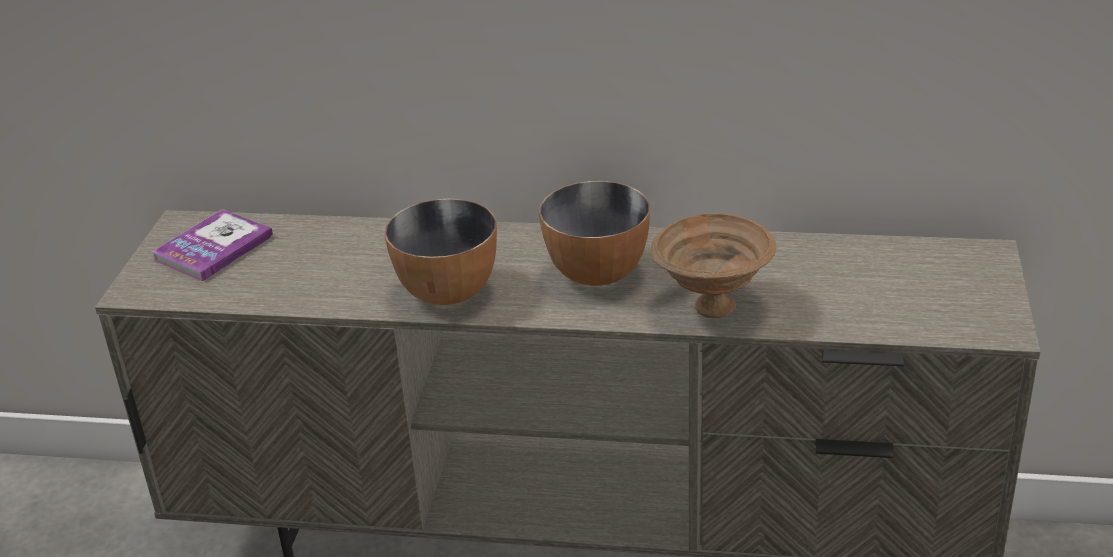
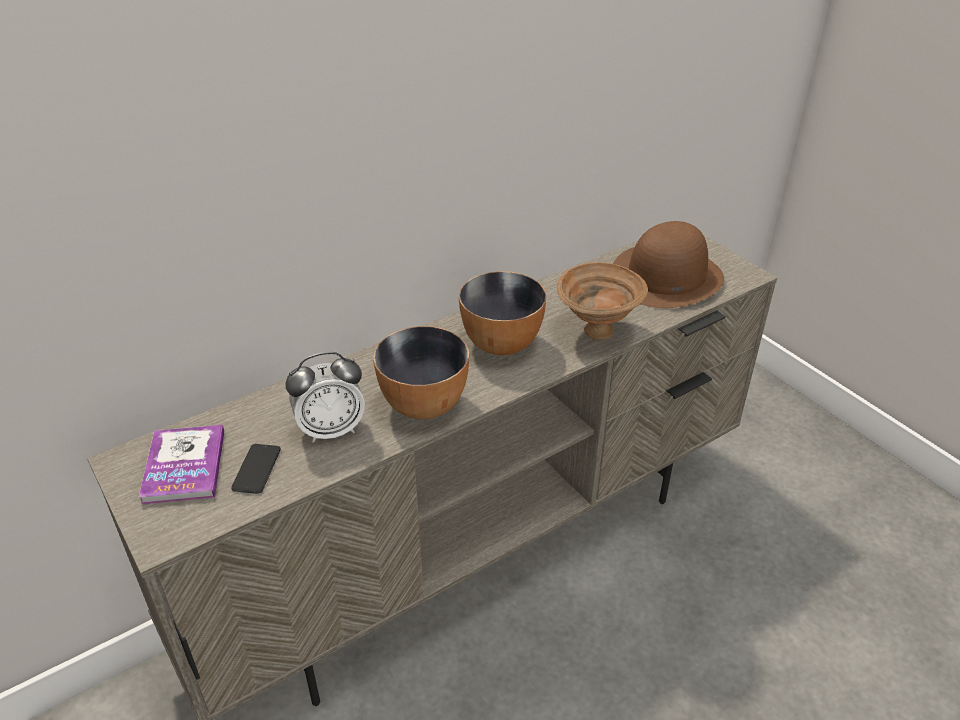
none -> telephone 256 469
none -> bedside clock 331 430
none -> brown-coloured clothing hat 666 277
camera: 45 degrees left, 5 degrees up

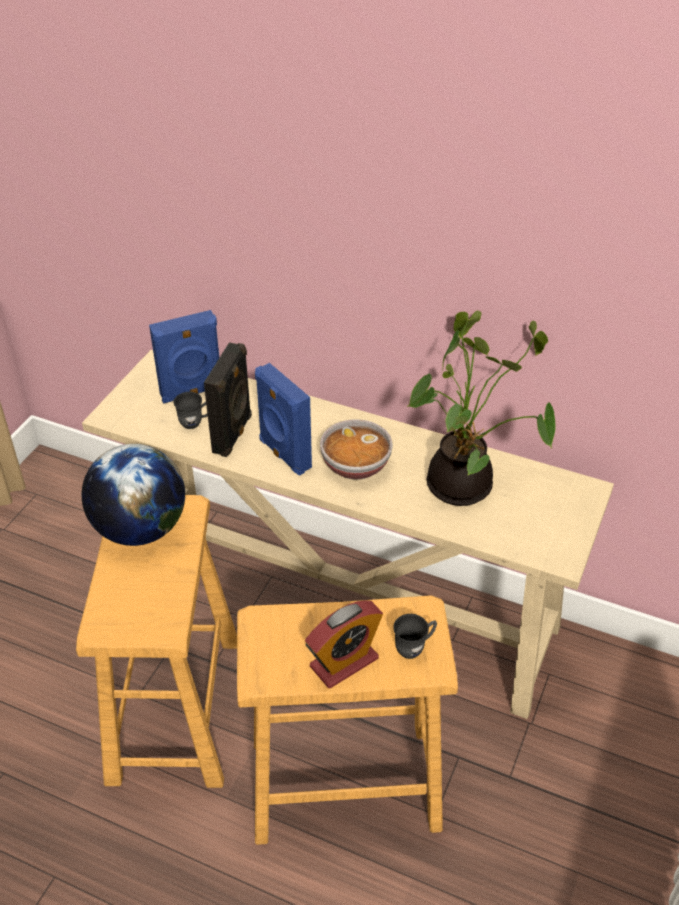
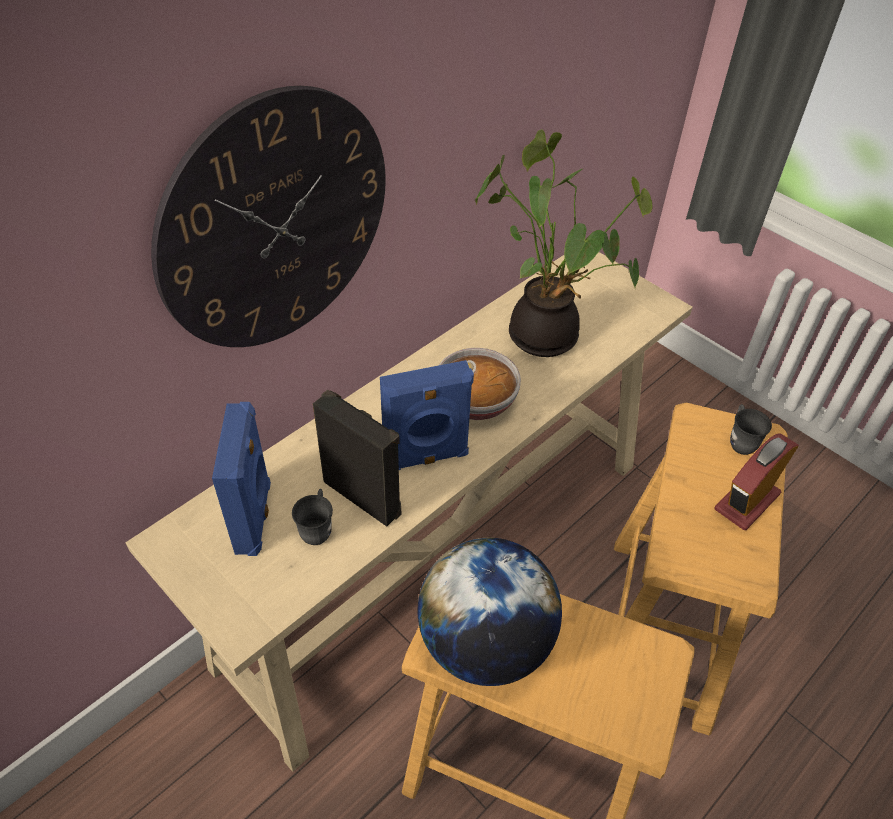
none -> clock on the wall 276 223
bedside clock 344 662 -> bedside clock 747 501, 120 degrees counterclockwise
camera: 70 degrees left, 5 degrees up

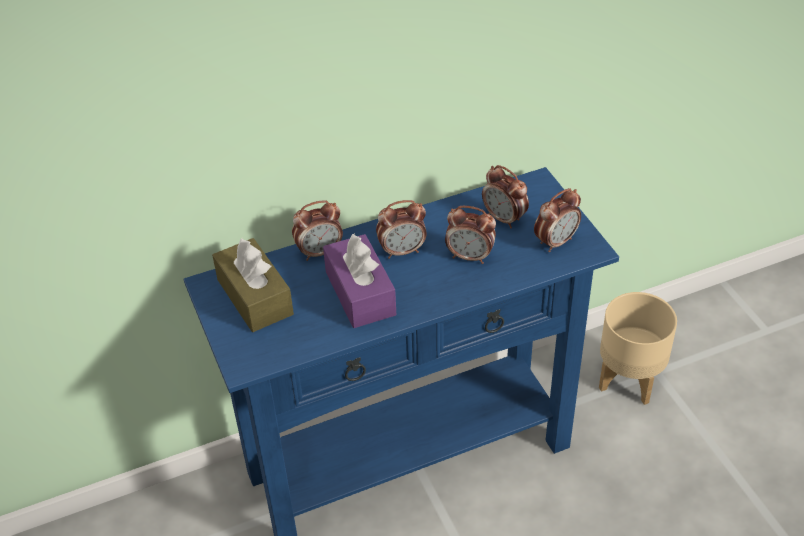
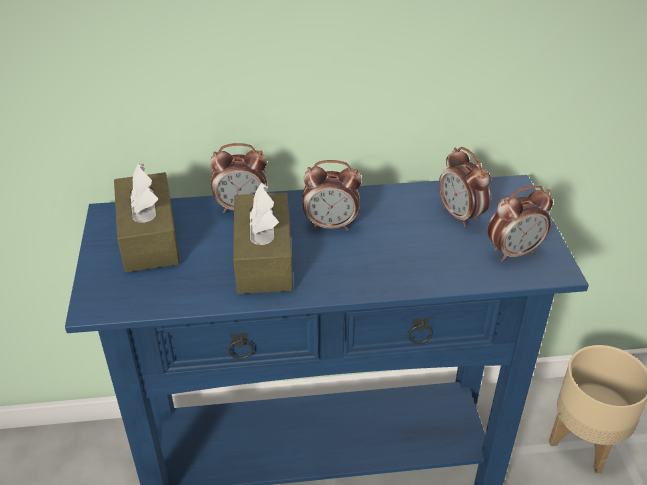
purple-coloured tissue box 360 293 -> brown-coloured tissue box 264 258
bedside clock 470 256 -> none
camera: 15 degrees right, 5 degrees down

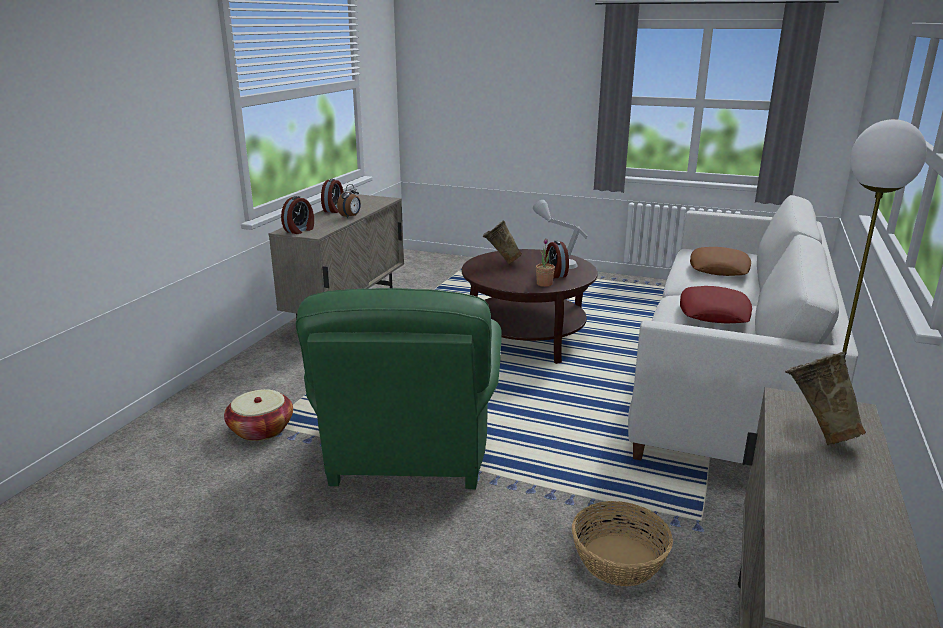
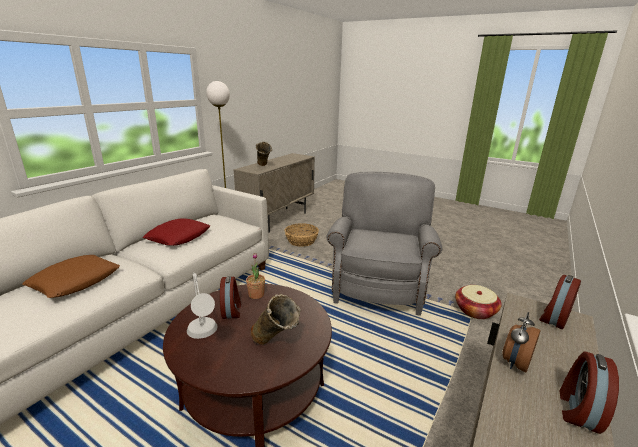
greenish easy chair 408 453 -> greyish easy chair 378 285
camera: 170 degrees left, 0 degrees up

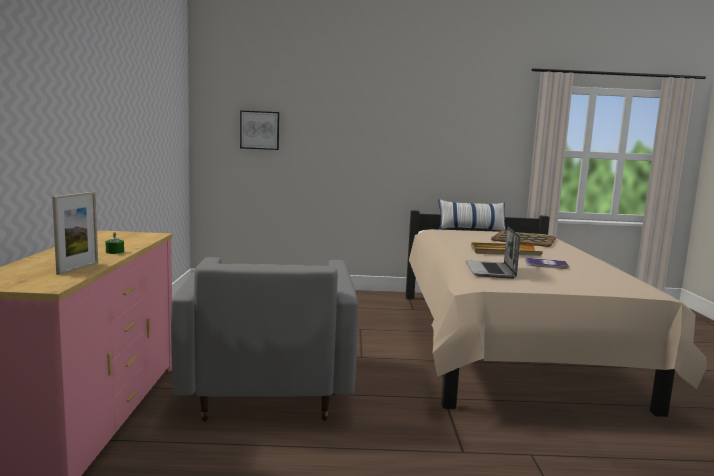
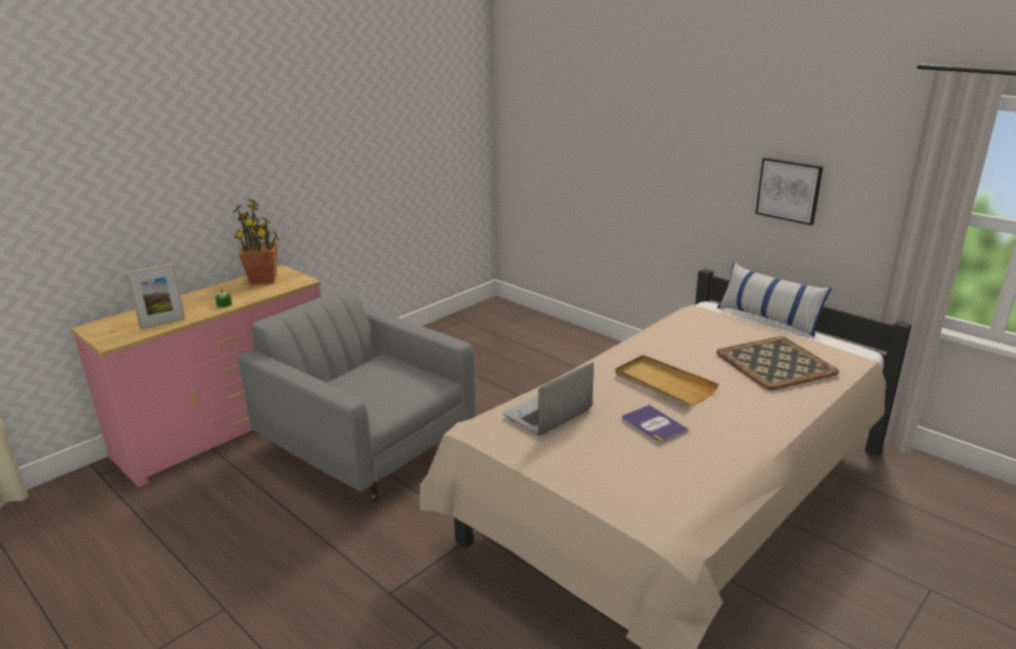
none -> plant in a pot 264 279
greyish easy chair 269 386 -> greyish easy chair 367 448, 90 degrees clockwise
picture 259 130 -> picture 789 190, moved
camera: 45 degrees right, 15 degrees up

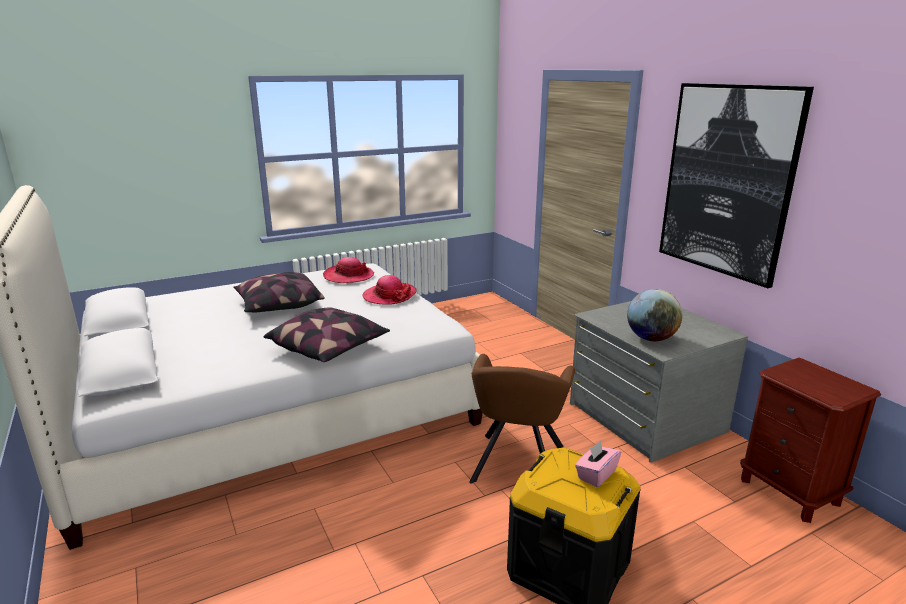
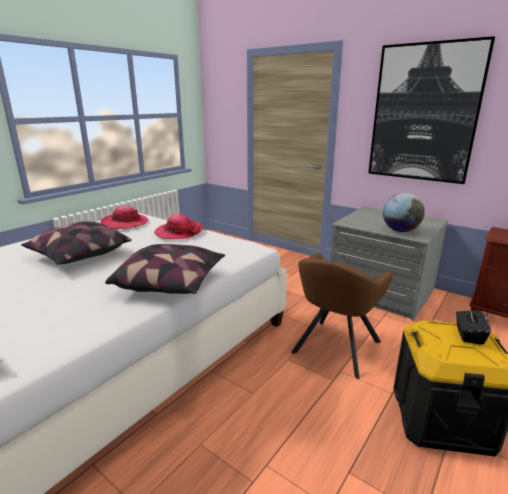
brown-coloured easy chair 517 466 -> brown-coloured easy chair 335 349, 45 degrees clockwise
pink tissue box 596 475 -> black-coloured tissue box 468 335
camera: 25 degrees left, 0 degrees up

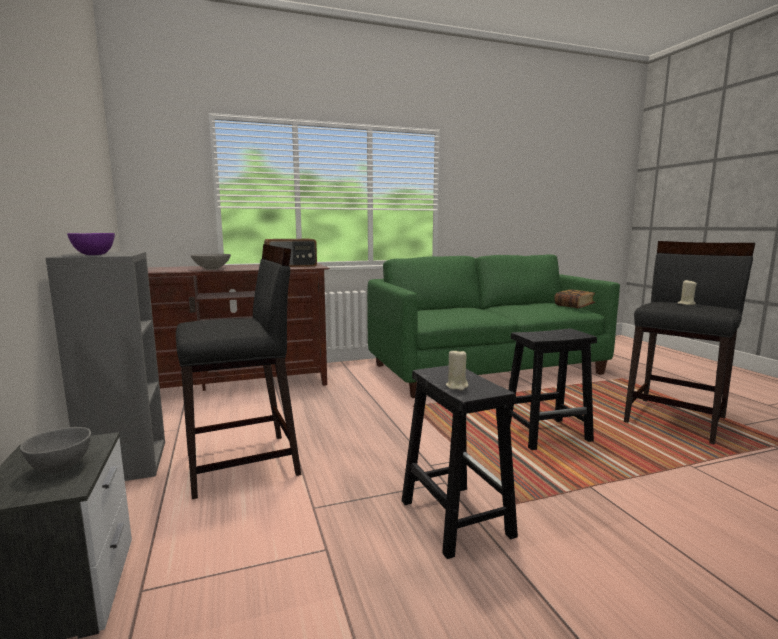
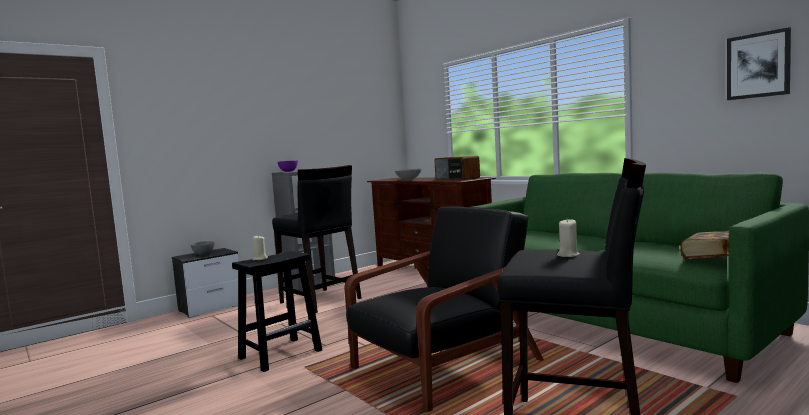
black-coloured sitting stool 547 434 -> black-coloured easy chair 443 366
none -> picture 758 65
camera: 70 degrees right, 5 degrees down

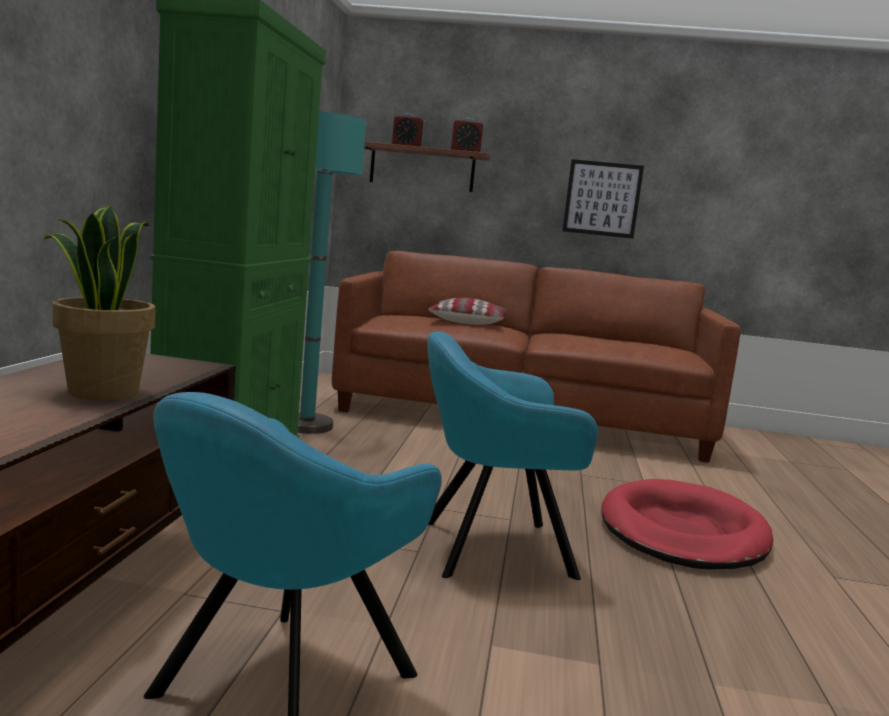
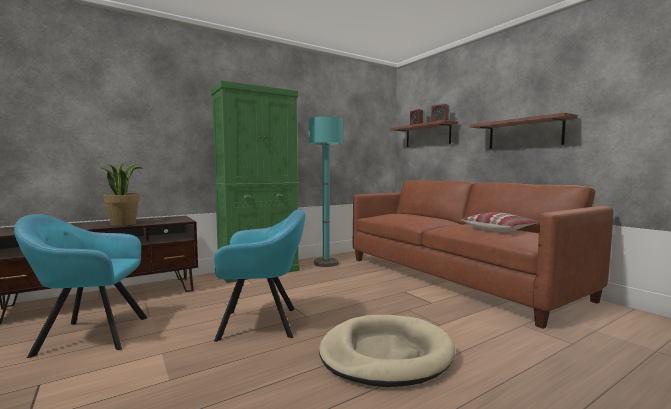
turquoise easy chair 489 548 -> turquoise easy chair 262 323, 135 degrees clockwise
reddish dog bed 682 532 -> sand-coloured dog bed 385 354
cushion 468 321 -> cushion 499 229, moved
picture 602 199 -> bracket shelf 524 134
camera: 50 degrees right, 5 degrees down

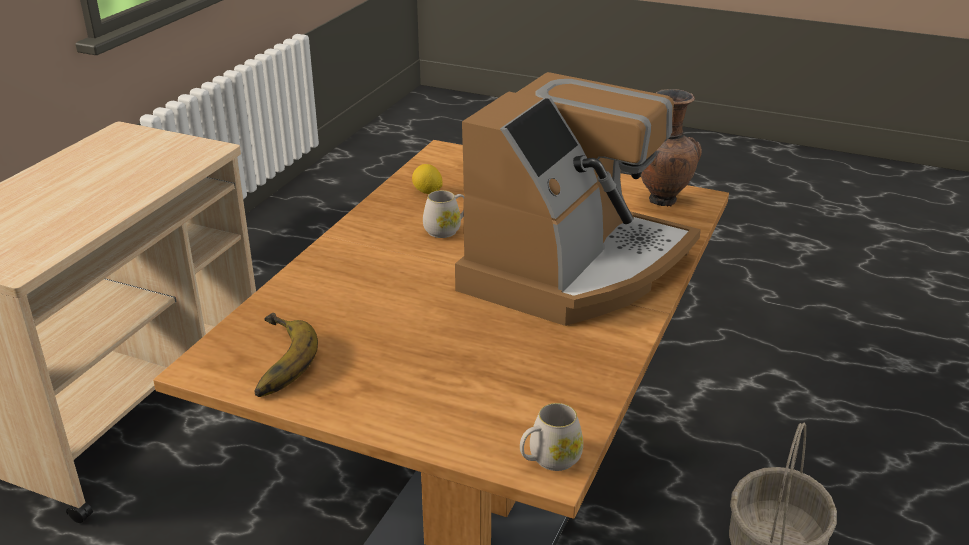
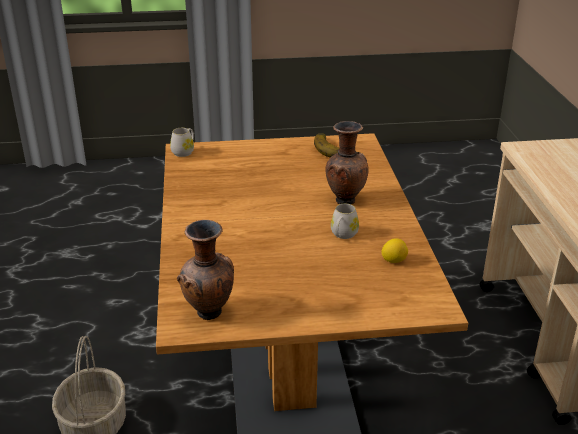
none -> brown-coloured decorative vase 344 200
coffee brewer 575 268 -> none
camera: 150 degrees right, 0 degrees up

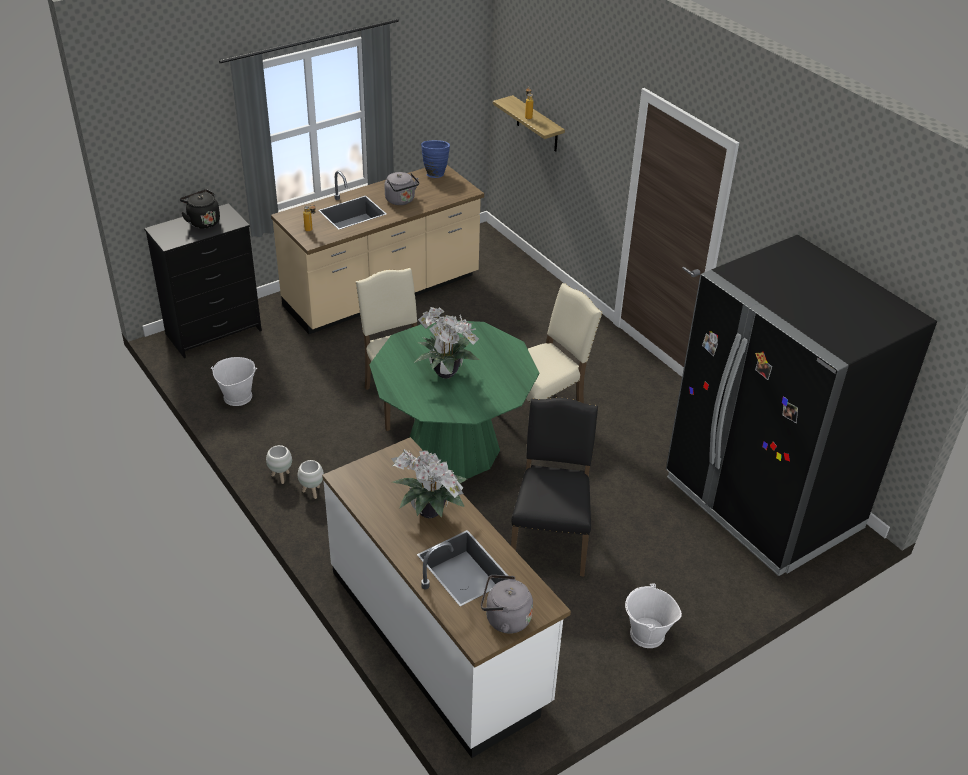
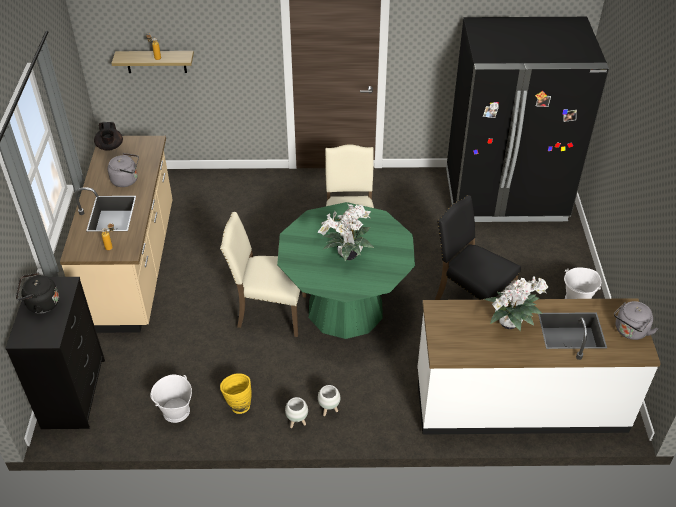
blue decorative vase 435 174 -> black-coloured teapot 110 147
none -> yellow decorative vase 238 405
camera: 55 degrees left, 5 degrees up

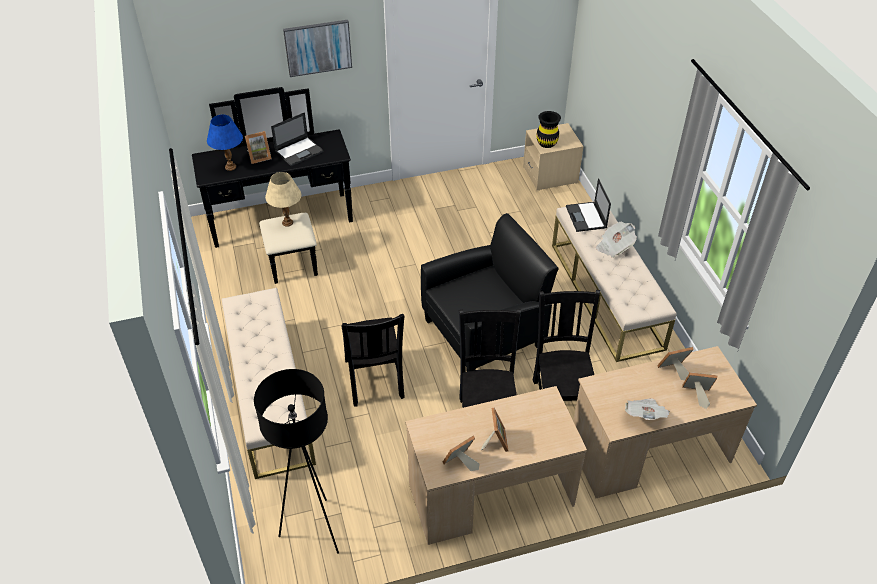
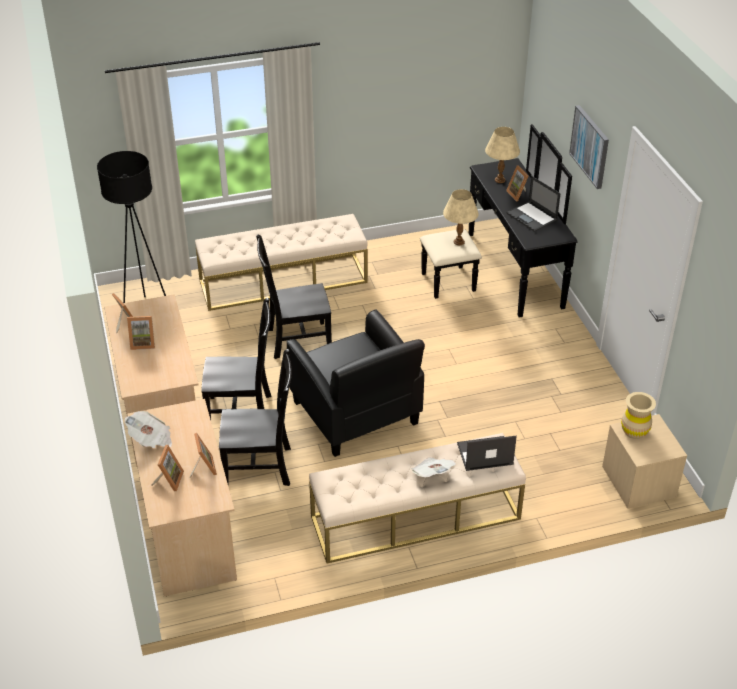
blue lamp for a table 230 167 -> sand-coloured lamp for a table 499 180
black-coloured decorative vase 546 143 -> sand-coloured decorative vase 634 431
camera: 90 degrees right, 5 degrees down

